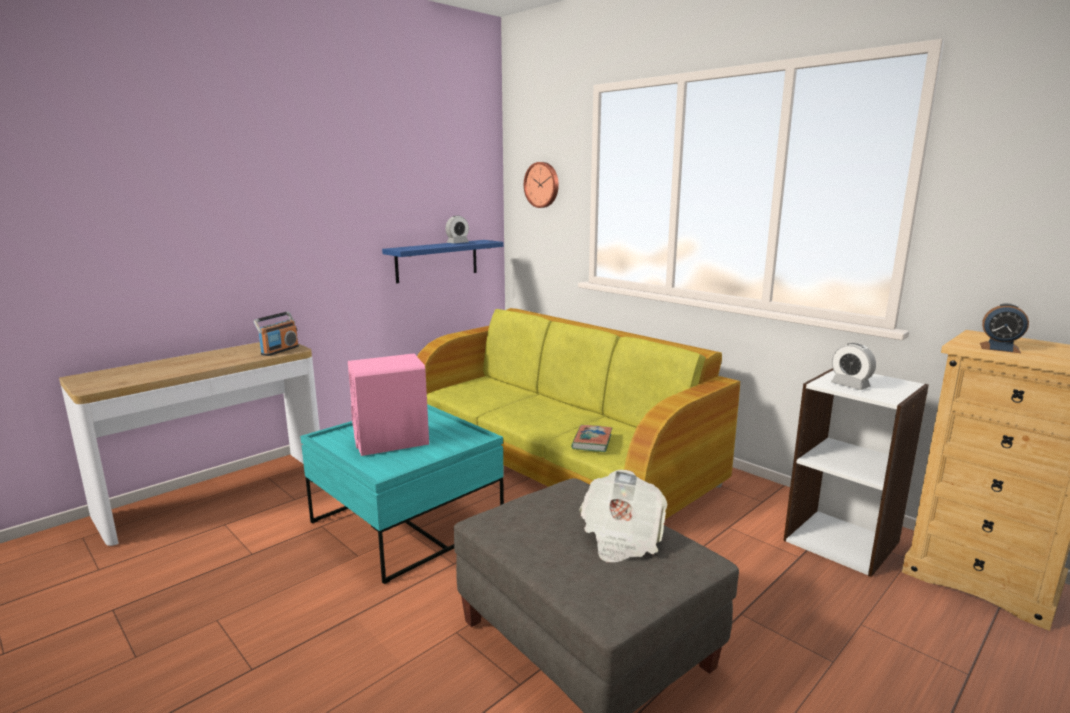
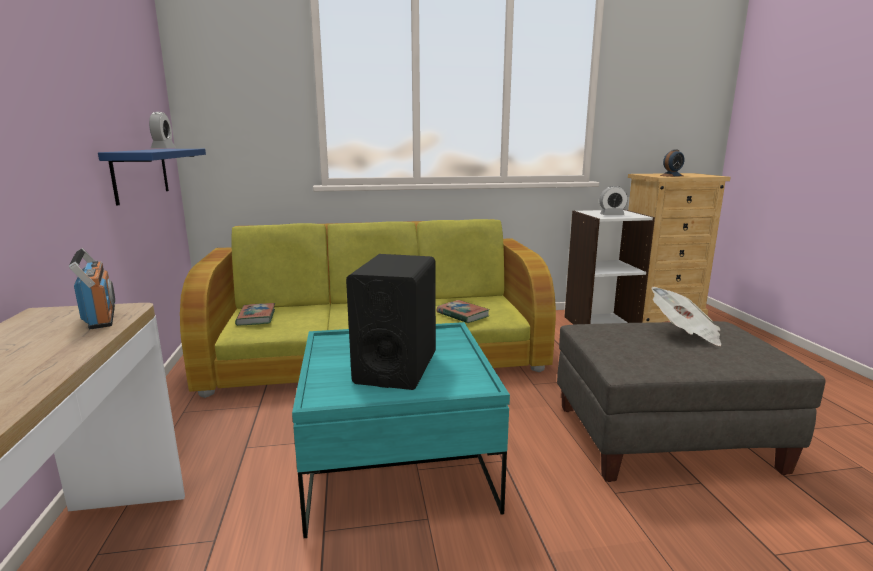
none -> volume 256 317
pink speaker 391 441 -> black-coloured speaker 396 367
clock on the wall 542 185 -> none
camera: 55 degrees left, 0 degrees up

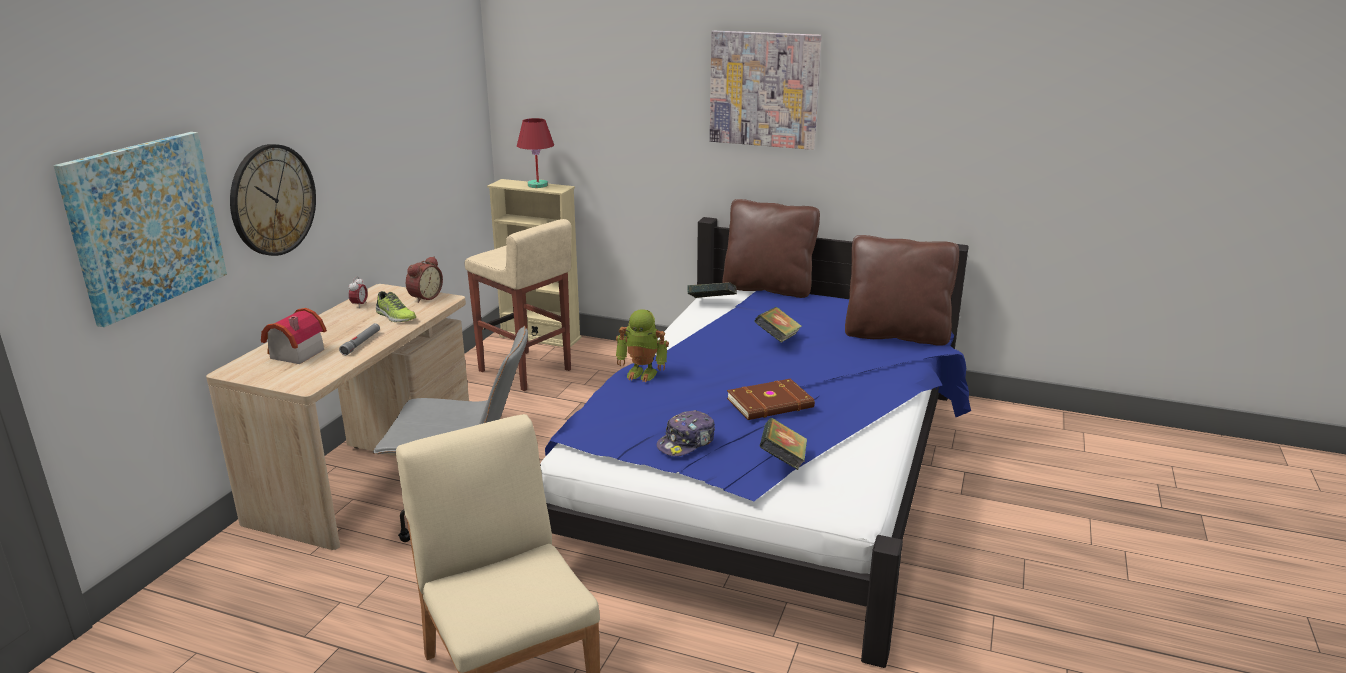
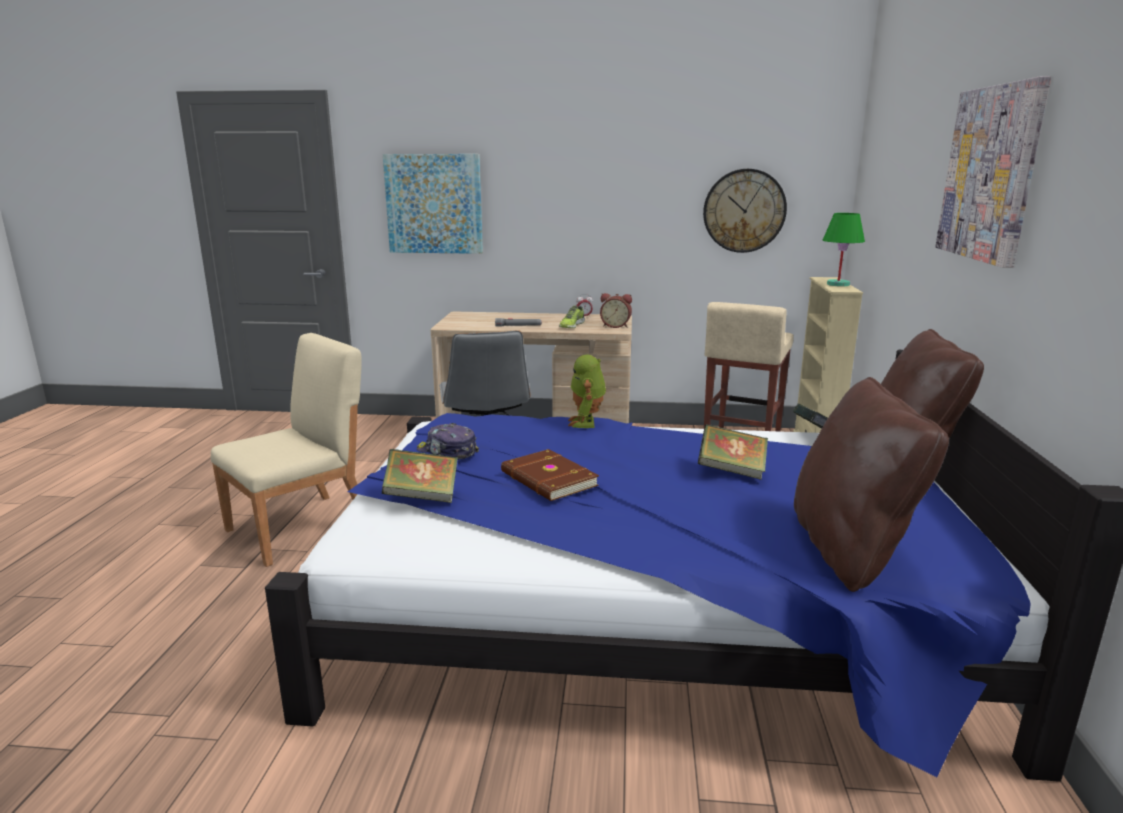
clock on the wall 272 200 -> clock on the wall 744 211, moved
reddish lamp for a table 537 185 -> greenish lamp for a table 837 284
miniature house 293 354 -> none
camera: 75 degrees right, 5 degrees down

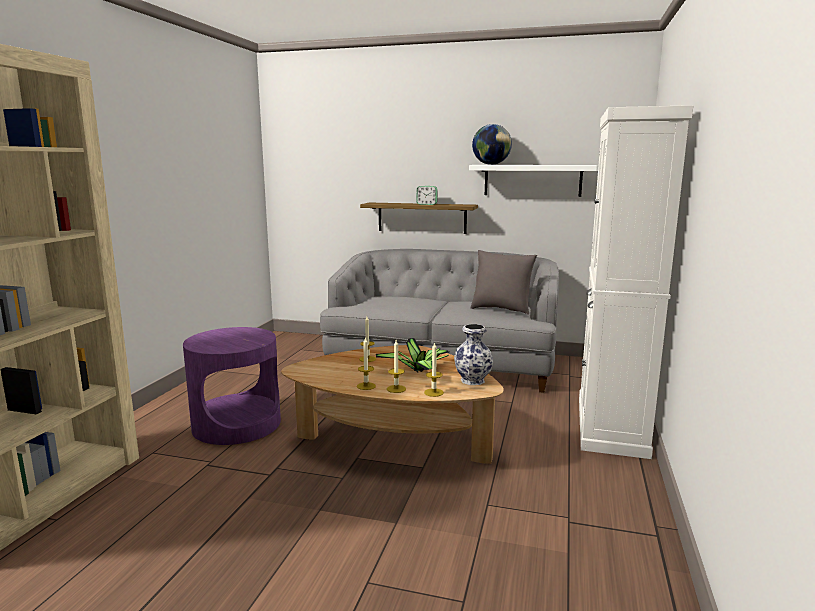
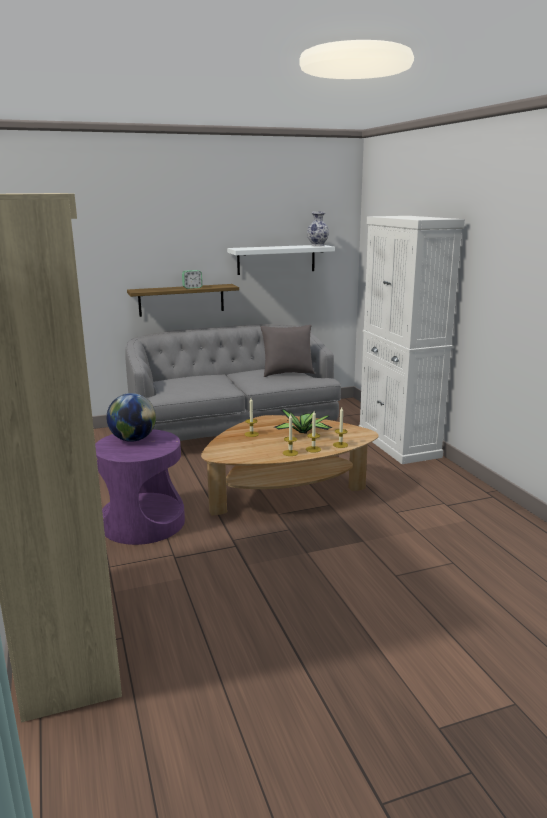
desk globe 491 164 -> desk globe 133 439, moved
decorative vase 473 381 -> decorative vase 318 245, moved
camera: 35 degrees left, 5 degrees up

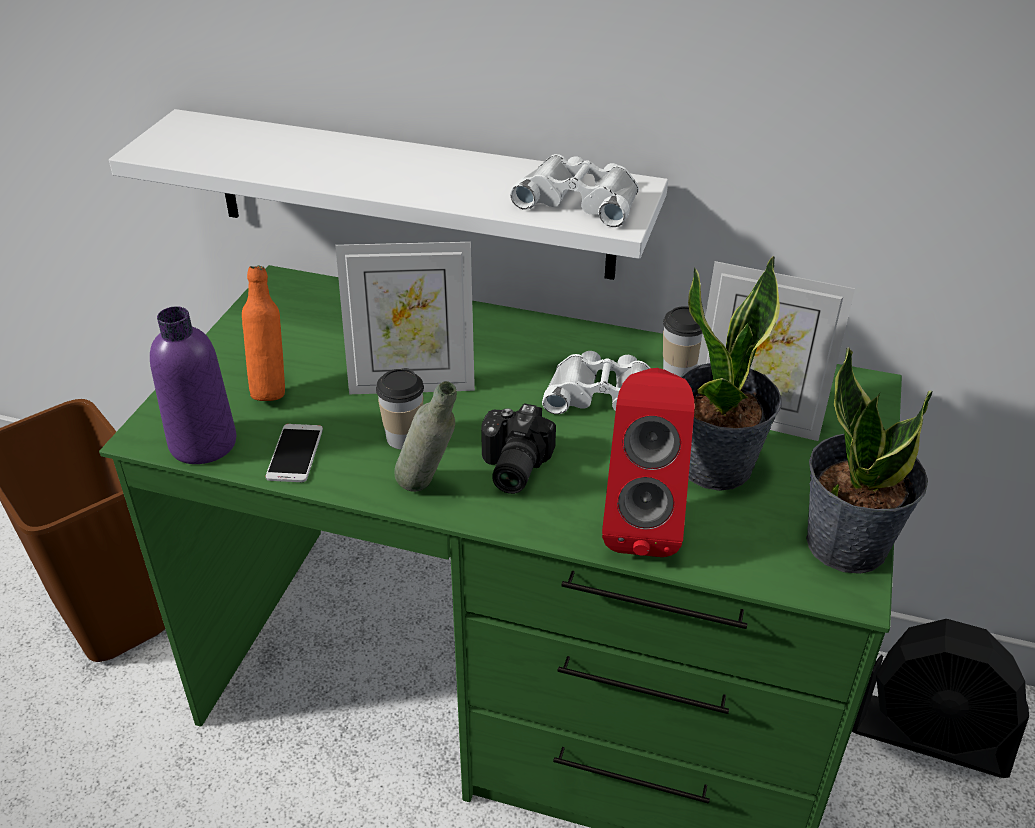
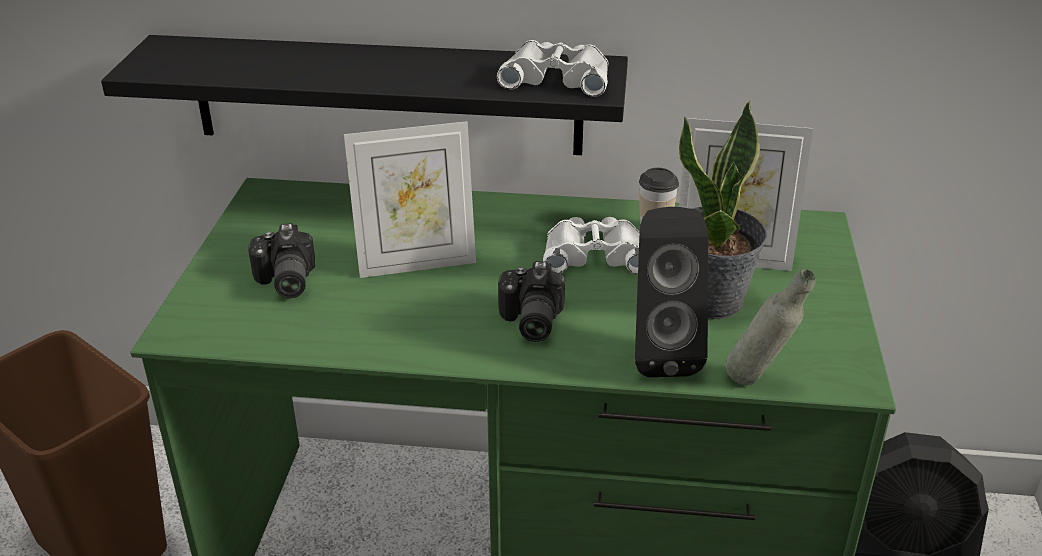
whitish bracket shelf 411 195 -> black-coloured bracket shelf 387 95
orangey drink bottle 271 389 -> still camera 283 282
reddish speaker 642 523 -> black-coloured speaker 660 352
greyish drink bottle 428 489 -> greyish drink bottle 759 382, moved
purple-coloured drink bottle 203 443 -> none
telephone 295 453 -> none
small cup 403 438 -> none
plant in a pot 846 543 -> none
camera: 10 degrees left, 5 degrees down

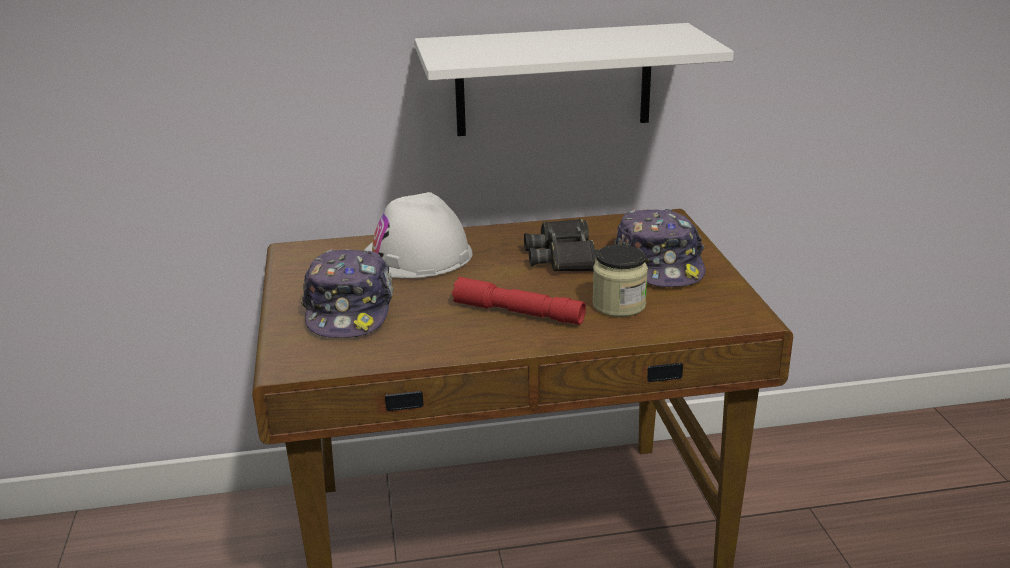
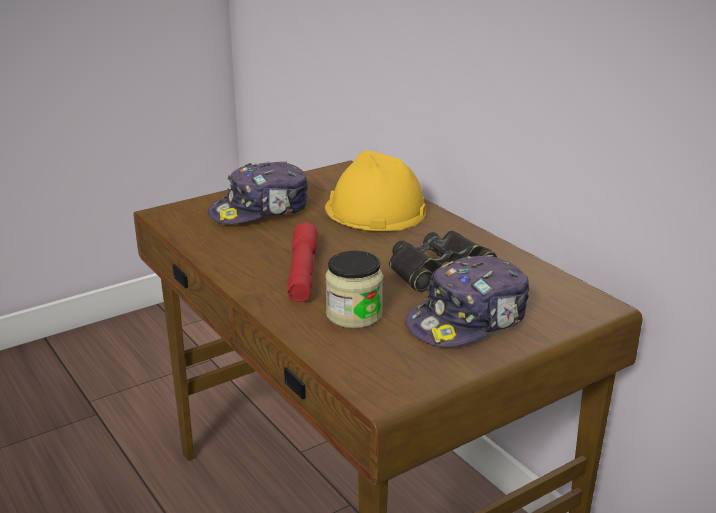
whitish hard hat 416 256 -> yellow hard hat 375 210
whitish bracket shelf 554 80 -> none
camera: 65 degrees right, 0 degrees up

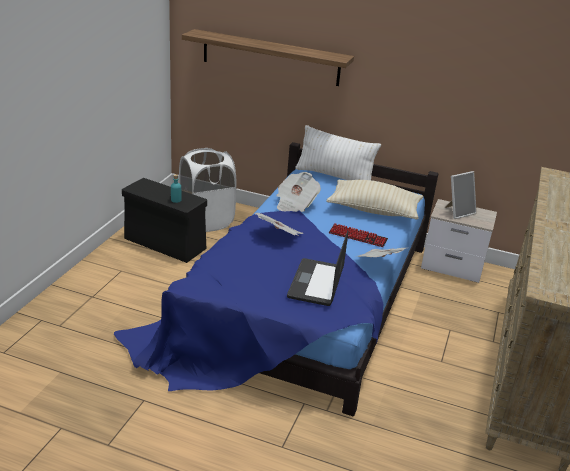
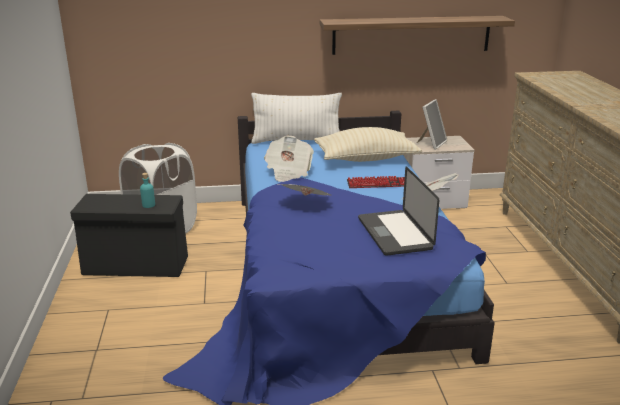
bracket shelf 270 57 -> bracket shelf 411 35, moved
camera: 25 degrees left, 5 degrees down

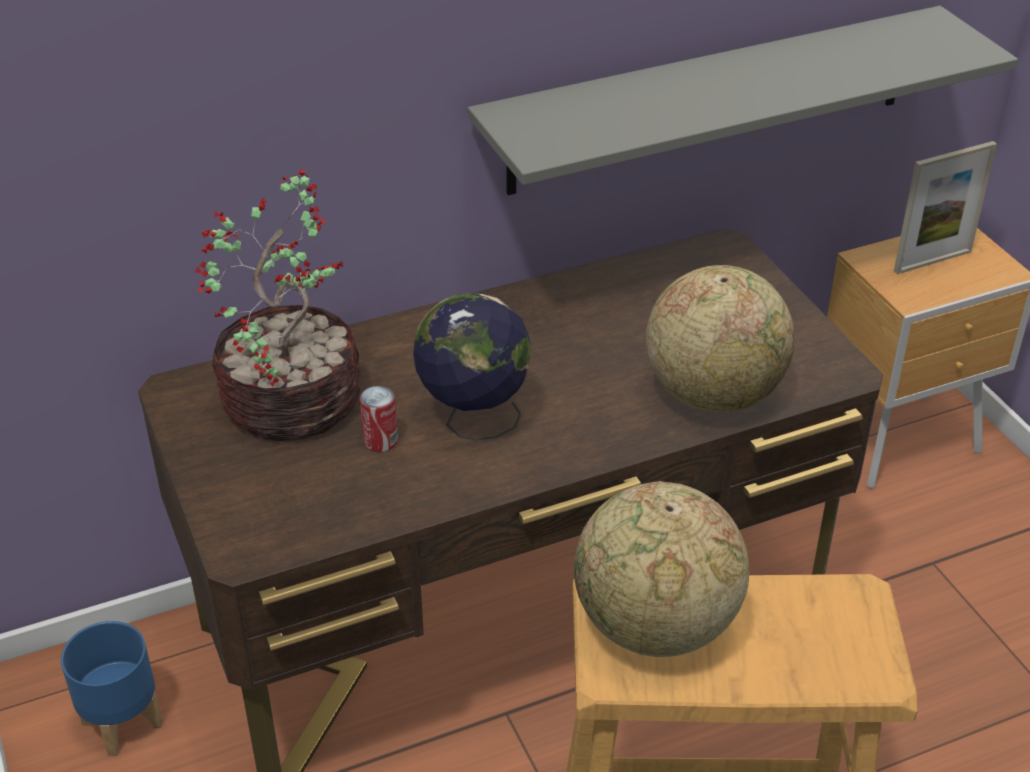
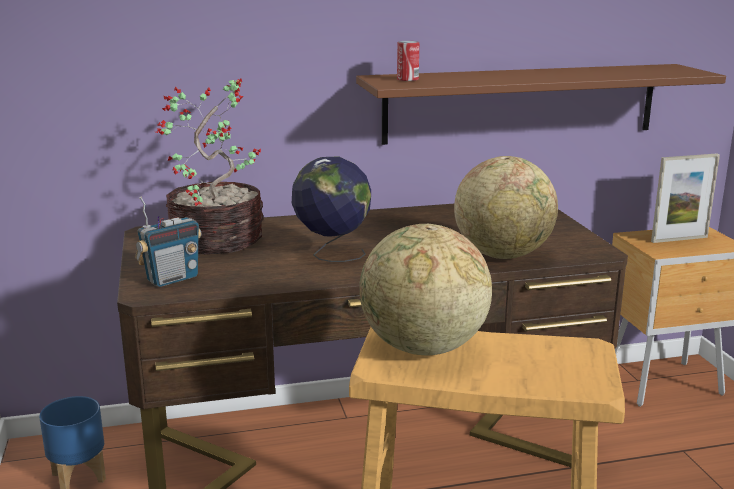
none -> radio receiver 172 279
greyish bracket shelf 712 100 -> brown-coloured bracket shelf 521 103
can 380 441 -> can 407 79, moved
camera: 10 degrees right, 20 degrees down

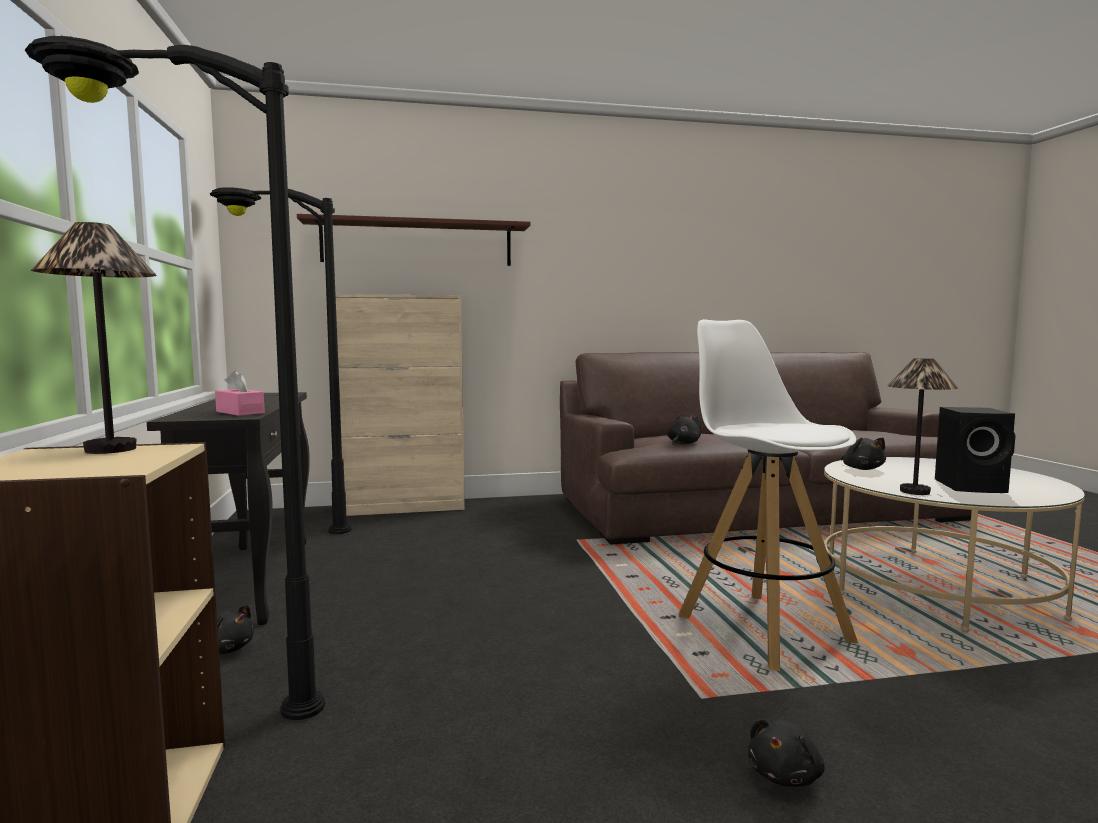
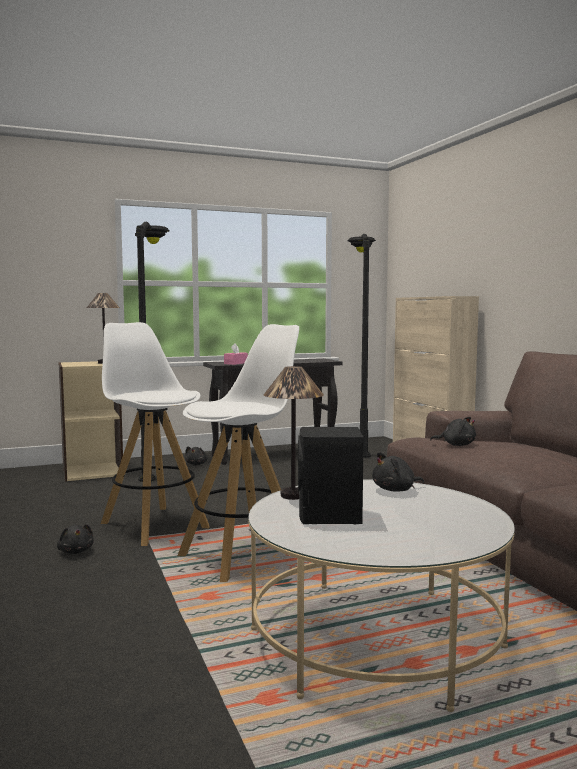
black-coloured plush toy 786 775 -> black-coloured plush toy 76 551, 150 degrees counterclockwise
none -> whitish sitting stool 153 524
bracket shelf 417 243 -> none
camera: 80 degrees right, 0 degrees up

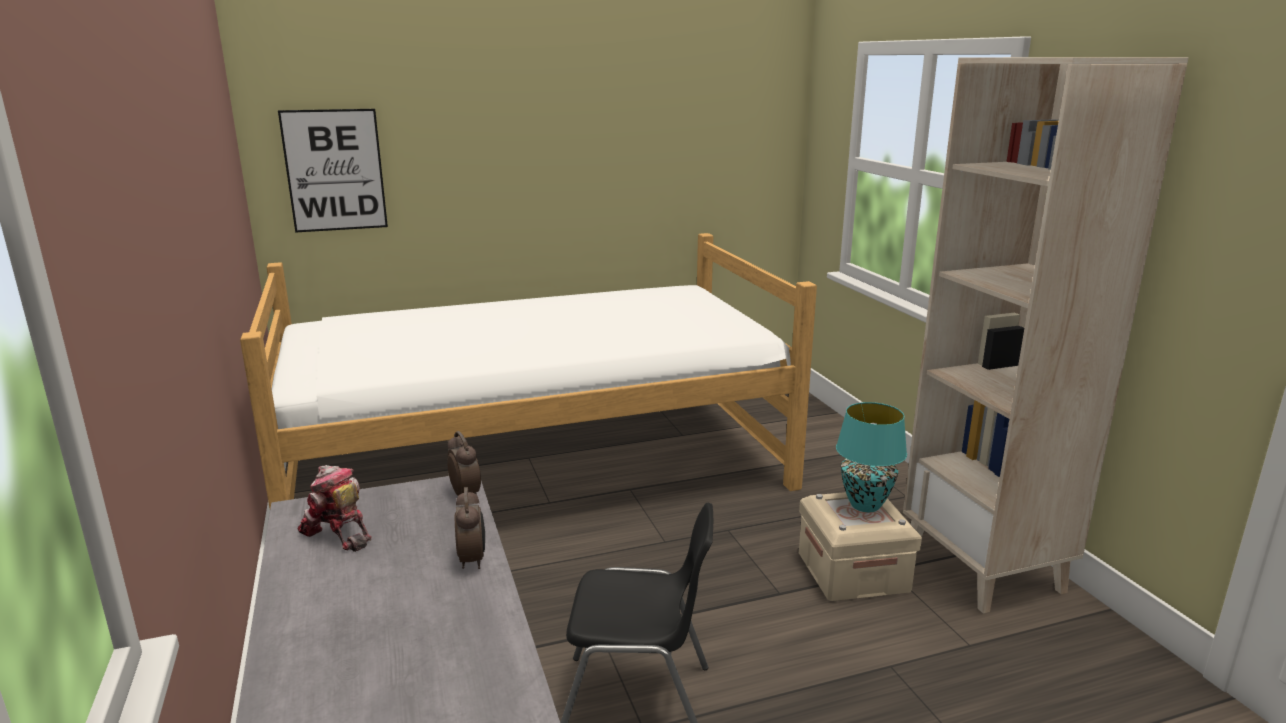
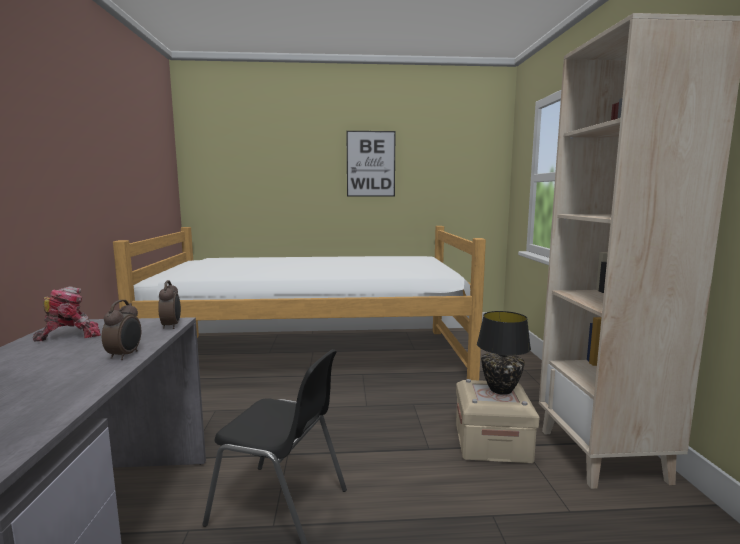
robot figure 338 533 -> robot figure 70 335, 90 degrees clockwise
picture 335 170 -> picture 370 164, moved
turquoise lamp for a table 865 506 -> black-coloured lamp for a table 501 390
camera: 15 degrees right, 10 degrees down

